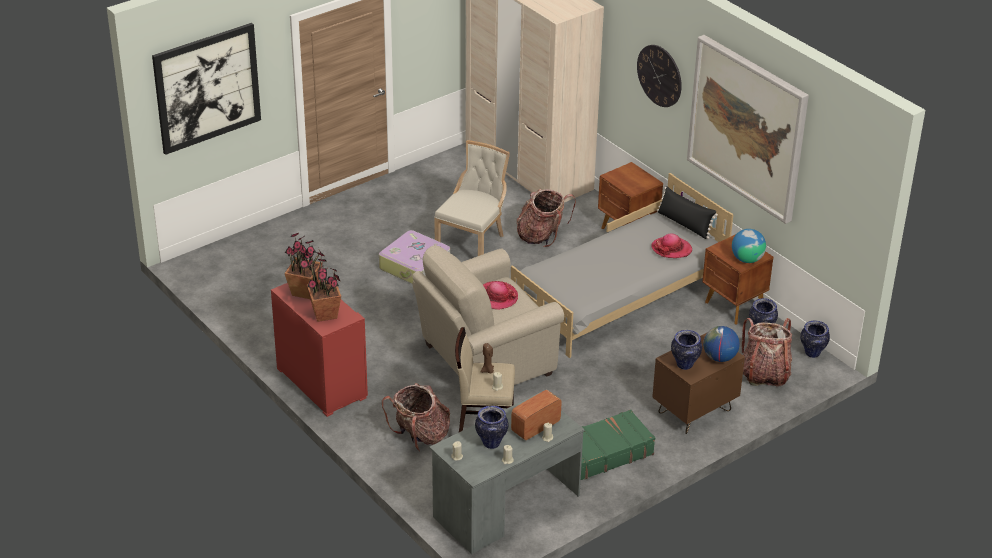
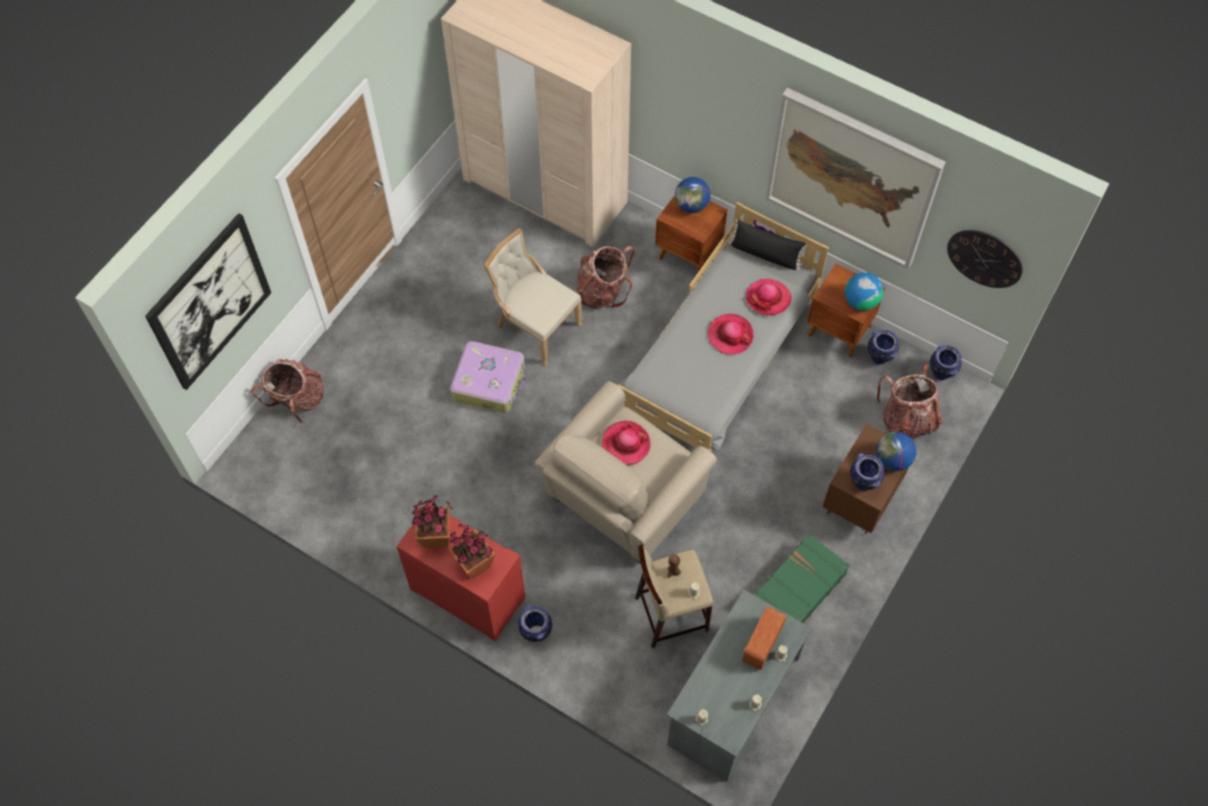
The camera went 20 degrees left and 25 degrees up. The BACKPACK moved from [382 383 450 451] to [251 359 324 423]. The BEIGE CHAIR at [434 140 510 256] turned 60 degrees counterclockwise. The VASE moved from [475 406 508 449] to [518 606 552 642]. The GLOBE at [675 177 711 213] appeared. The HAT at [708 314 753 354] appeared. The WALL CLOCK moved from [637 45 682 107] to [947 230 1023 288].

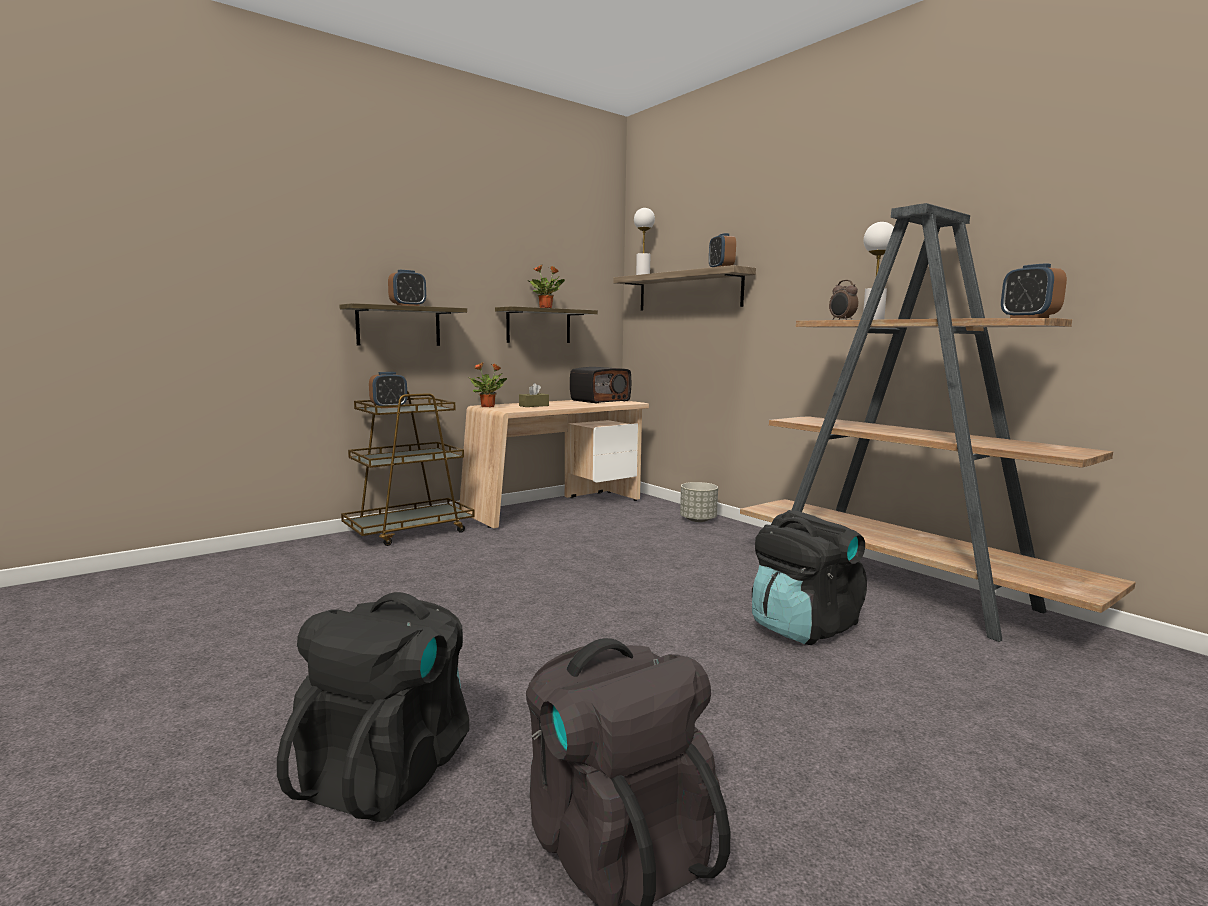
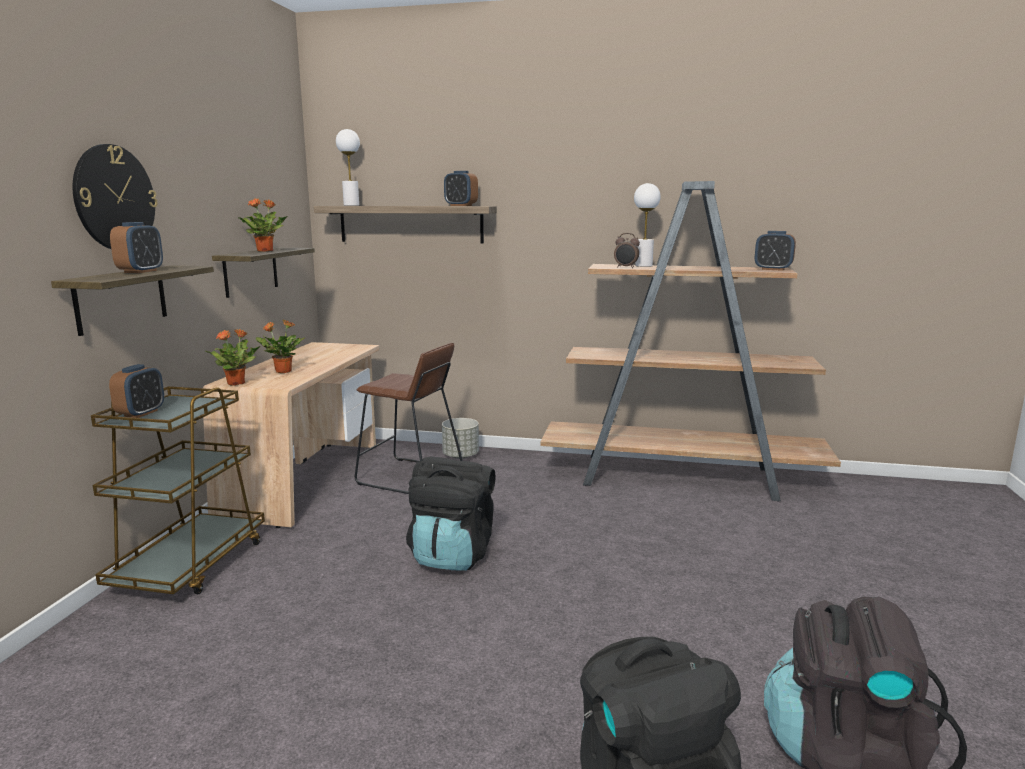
The camera went 40 degrees left and 5 degrees up. The WALL CLOCK at [73 144 157 249] appeared. The BROWN TISSUE BOX at [519 383 549 407] was replaced by the POTTED PLANT at [256 319 305 373]. The BROWN STOOL at [355 343 462 494] appeared. The BLACK BACKPACK moved from [752 510 867 645] to [406 456 495 571]. The RADIO at [570 367 631 403] disappeared.

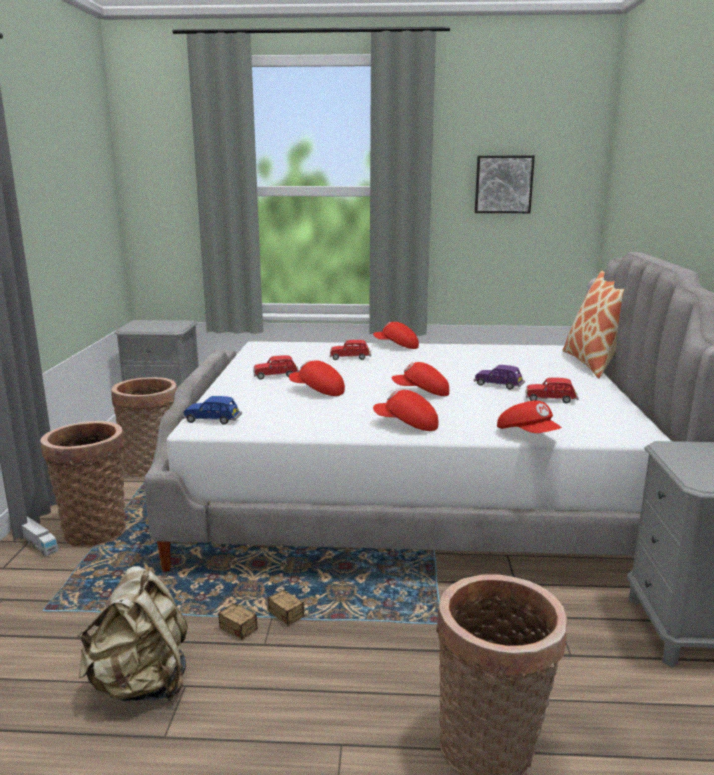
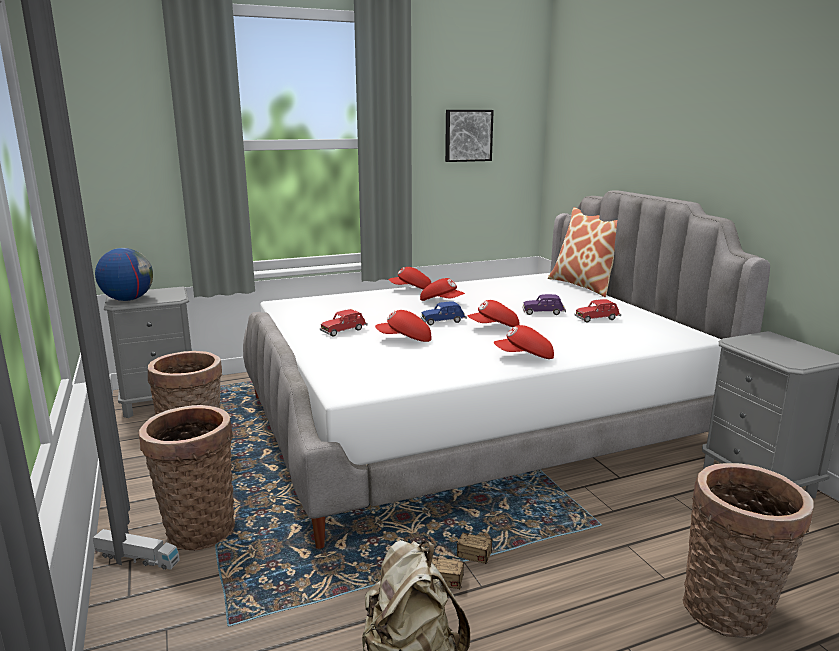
The camera went 25 degrees left and 0 degrees up. The GLOBE at [95 248 153 301] appeared. The RED CAP moved from [497 401 562 433] to [420 278 465 301]. The BLUE TOY CAR moved from [183 396 242 425] to [421 302 467 325]. The RED TOY CAR at [330 339 371 360] disappeared.

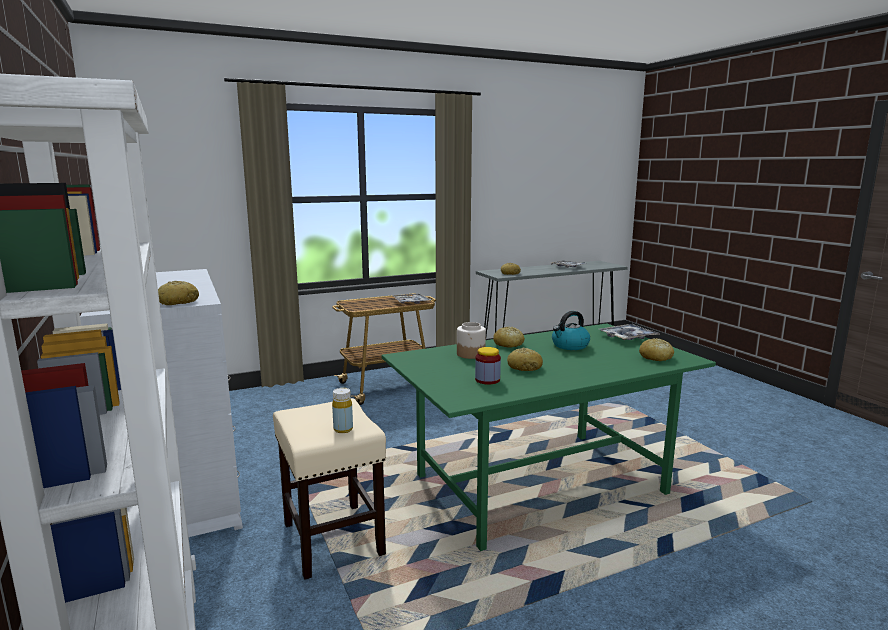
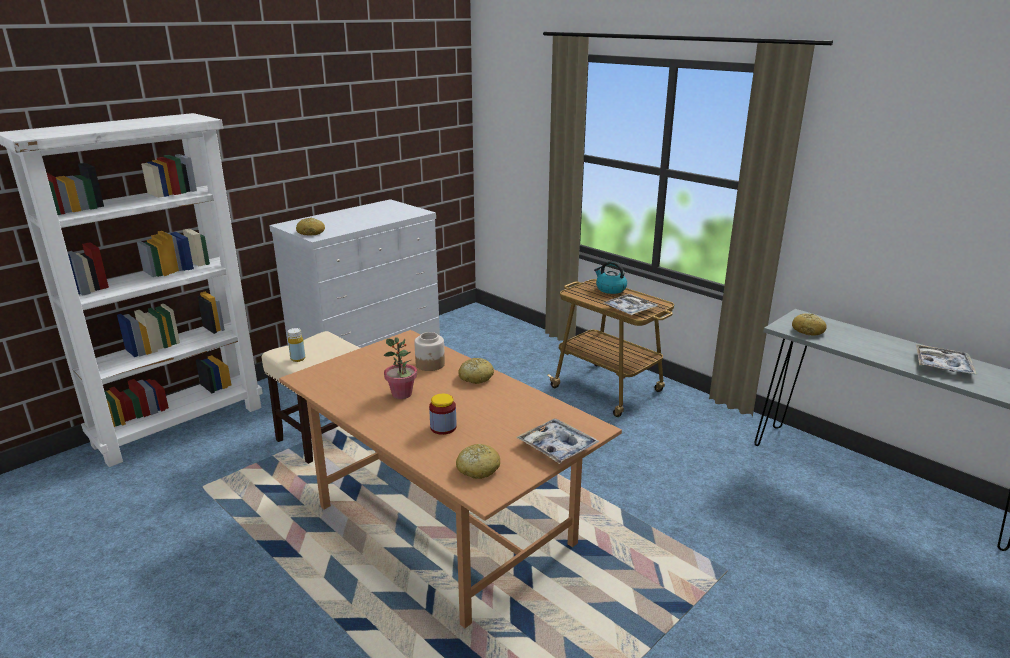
The camera went 70 degrees right and 10 degrees up. The GREEN DINING TABLE at [382 323 716 551] became the BROWN DINING TABLE at [279 330 622 628]. The BREAD at [507 347 543 371] was replaced by the POTTED PLANT at [384 337 417 399]. The JAR moved from [475 347 501 384] to [429 394 457 435]. The KETTLE moved from [552 311 590 350] to [594 261 627 294].

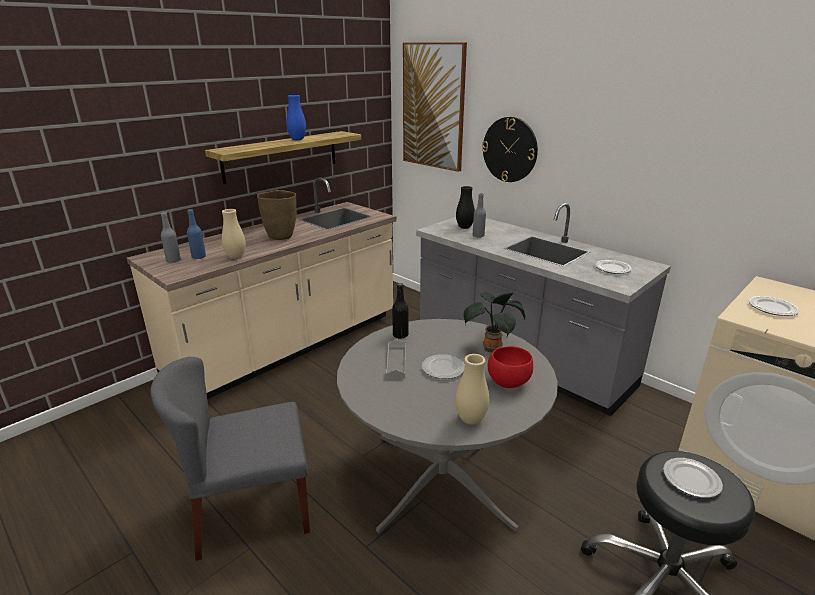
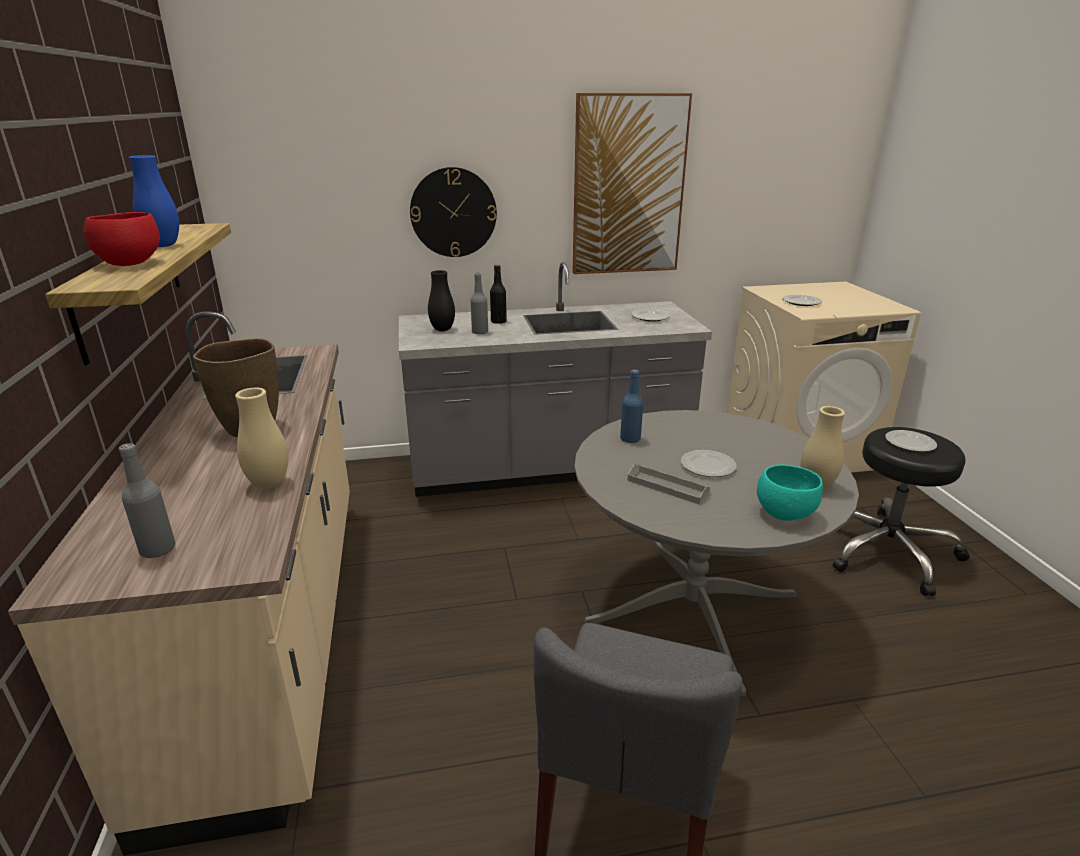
The camera went 55 degrees left and 0 degrees up. The RED BOWL moved from [488 346 533 388] to [84 212 160 266]. The BLACK BOTTLE moved from [392 283 408 339] to [490 265 507 324]. The PICTURE moved from [403 42 467 172] to [572 93 692 274]. The BLUE BOTTLE moved from [187 209 206 259] to [620 369 643 443]. The TURQUOISE BOWL at [757 465 823 521] appeared. The POTTED PLANT at [464 292 526 353] disappeared.

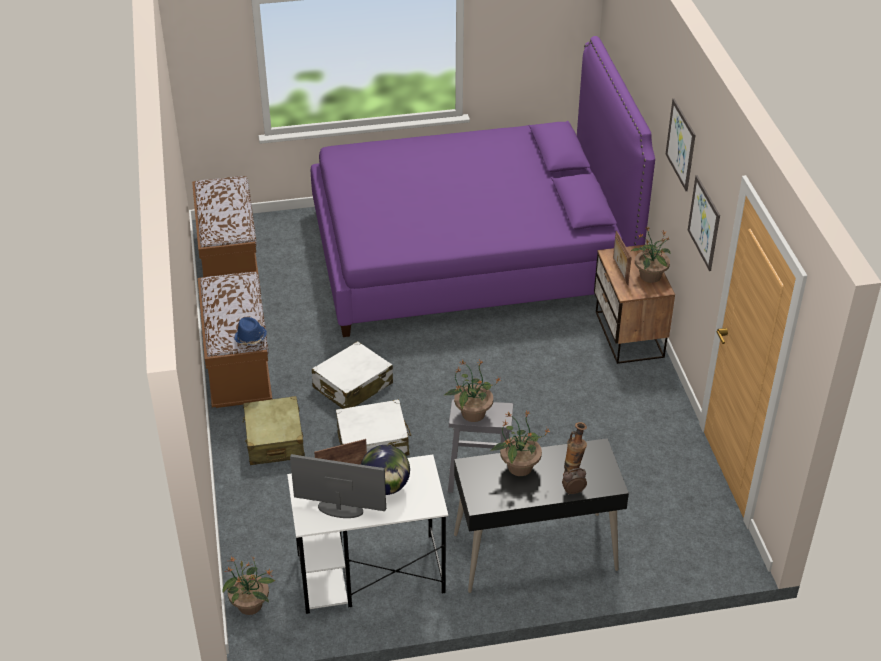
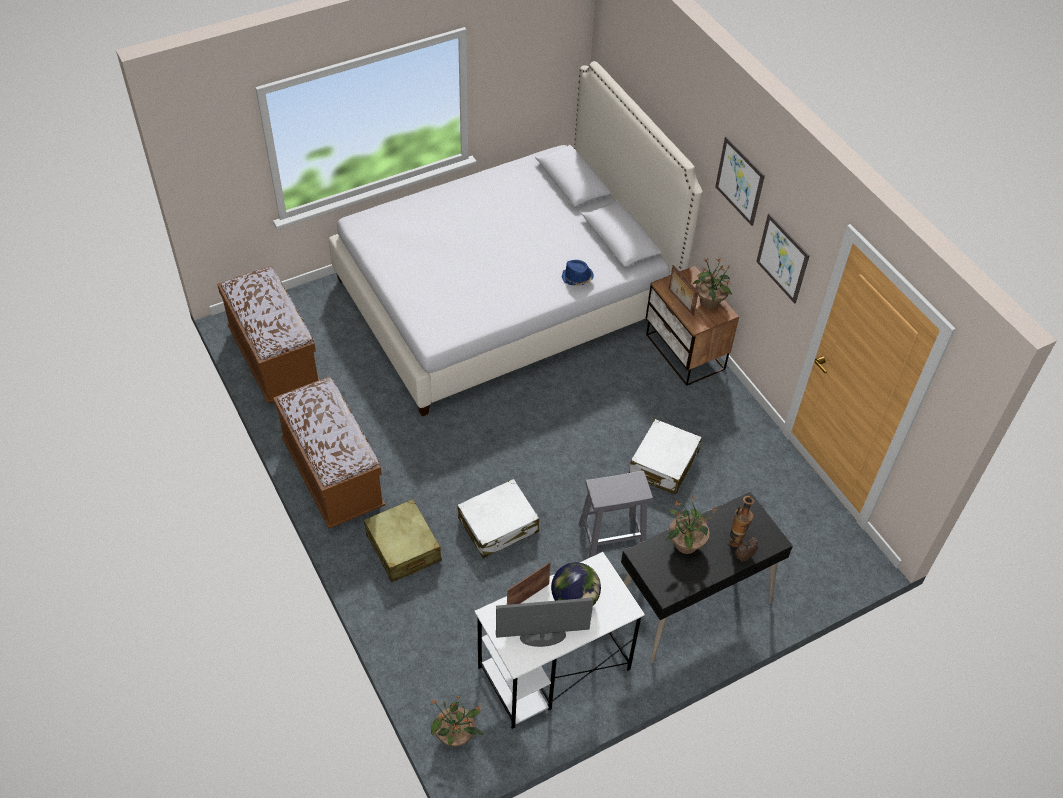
The camera went 20 degrees left and 10 degrees up. The PURPLE BED at [311 36 655 337] became the WHITE BED at [329 61 703 416]. The BLUE HAT moved from [234 317 267 345] to [562 260 594 286]. The WHITE SUITCASE moved from [312 341 393 409] to [629 419 702 495]. The POTTED PLANT at [445 359 501 422] disappeared.

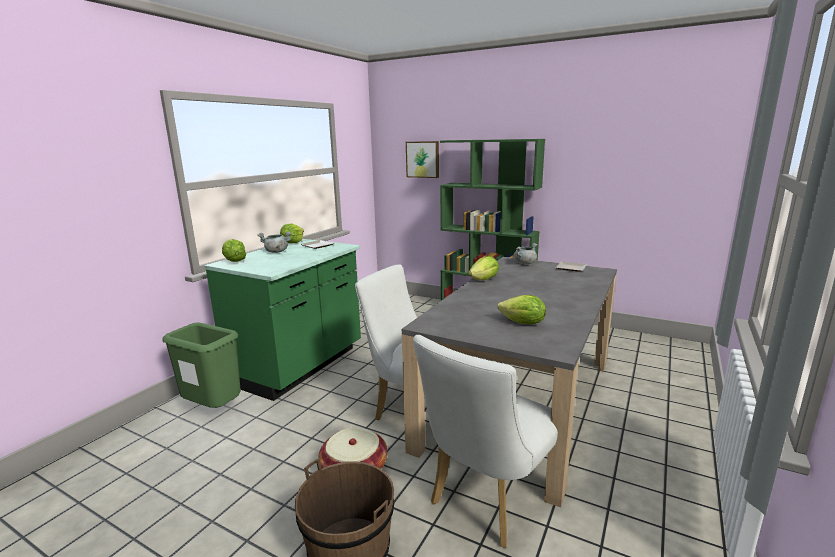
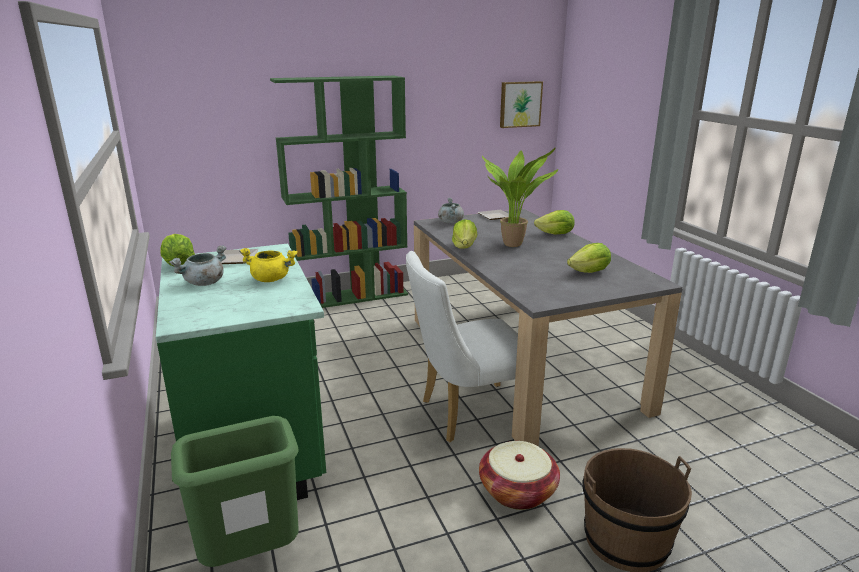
The camera went 50 degrees left and 5 degrees up. The YELLOW COOKING POT at [239 248 298 282] appeared. The POTTED PLANT at [482 147 558 247] appeared. The PICTURE moved from [406 141 439 178] to [500 81 543 128]. The LETTUCE moved from [222 239 246 262] to [534 210 575 234]. The WHITE CHAIR at [413 335 558 548] disappeared.

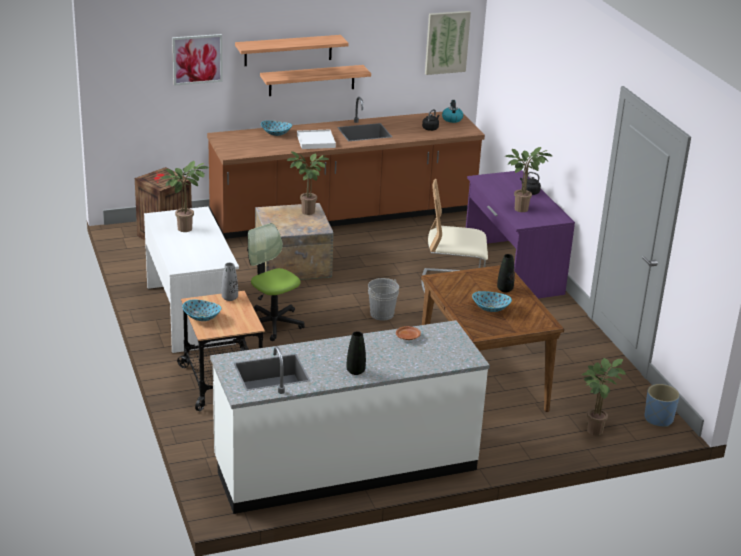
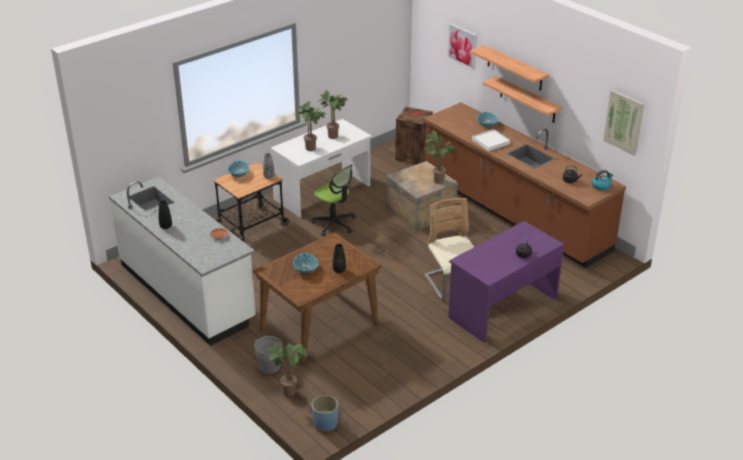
The camera went 70 degrees right and 5 degrees up. The GREY BUCKET moved from [368 278 399 321] to [254 336 283 374]. The POTTED PLANT moved from [505 147 552 212] to [298 101 326 151]. The OFFICE CHAIR at [247 223 305 341] turned 105 degrees clockwise.

